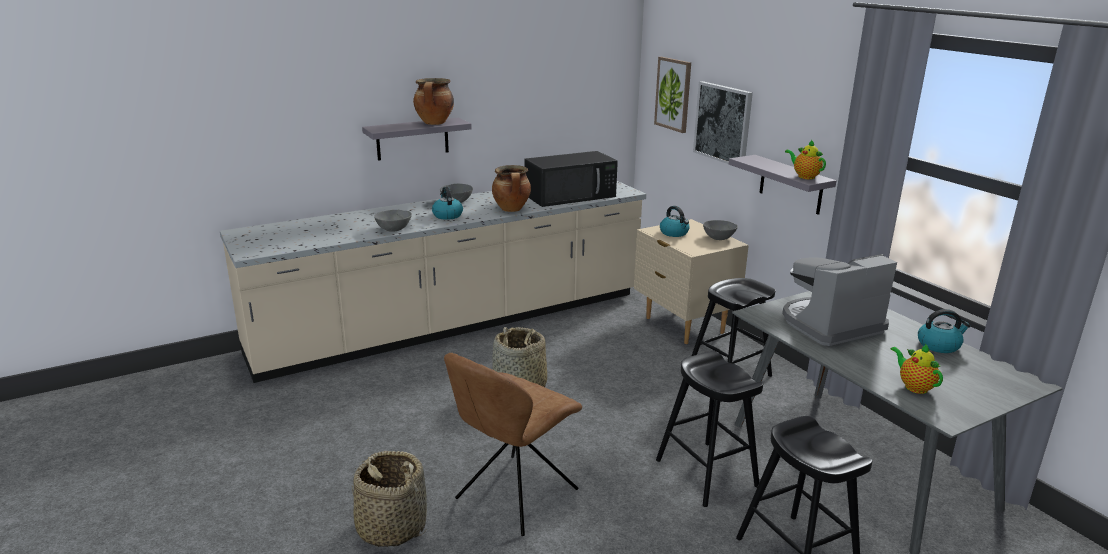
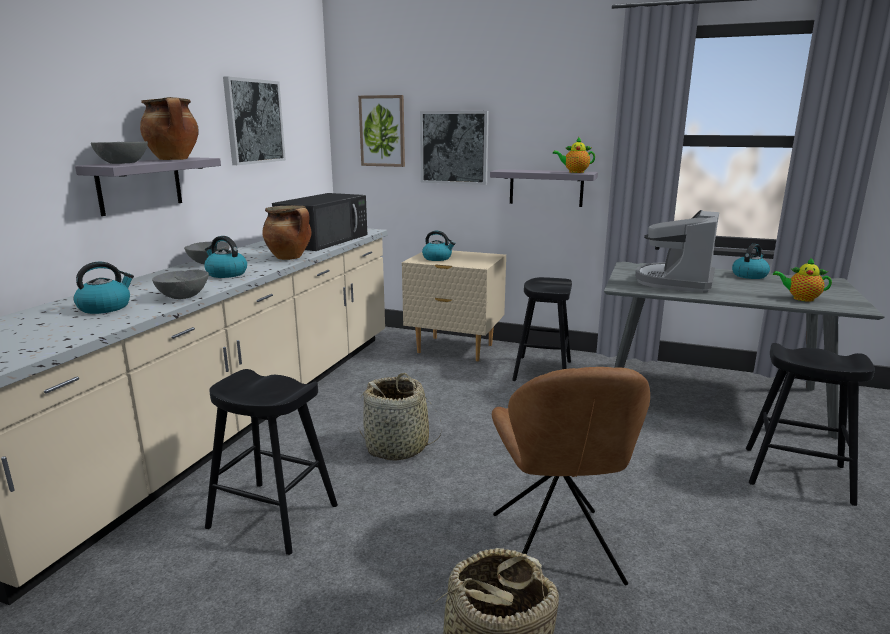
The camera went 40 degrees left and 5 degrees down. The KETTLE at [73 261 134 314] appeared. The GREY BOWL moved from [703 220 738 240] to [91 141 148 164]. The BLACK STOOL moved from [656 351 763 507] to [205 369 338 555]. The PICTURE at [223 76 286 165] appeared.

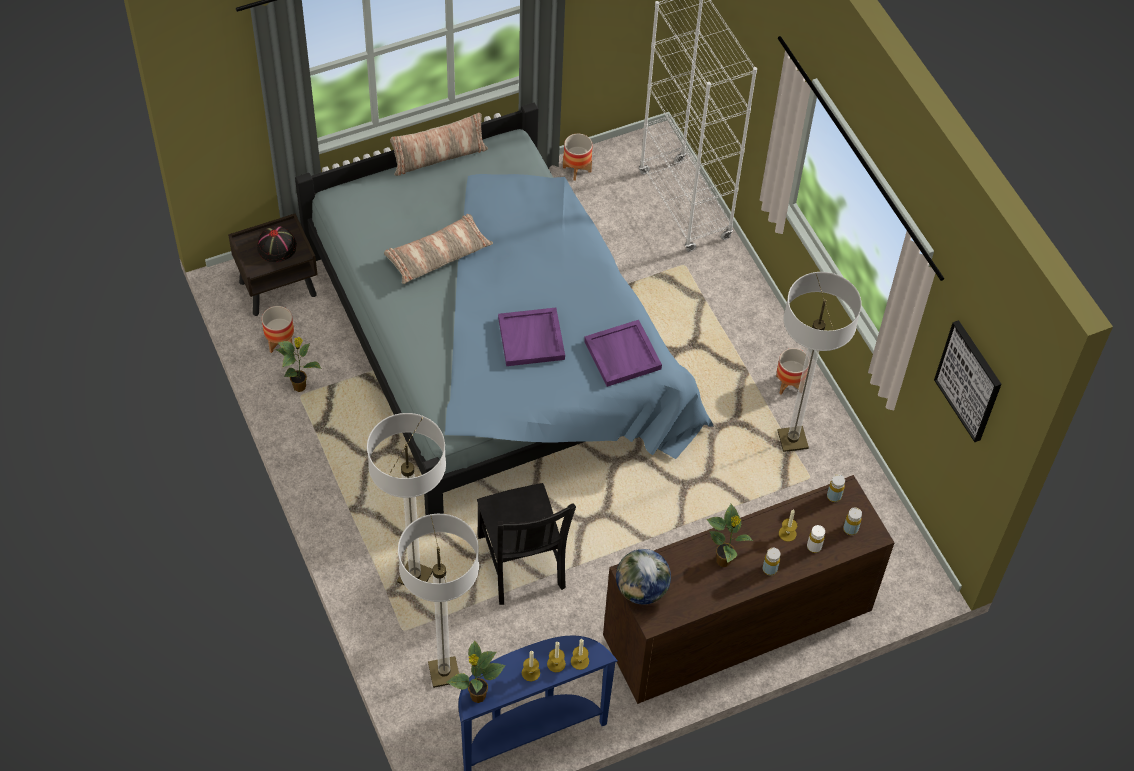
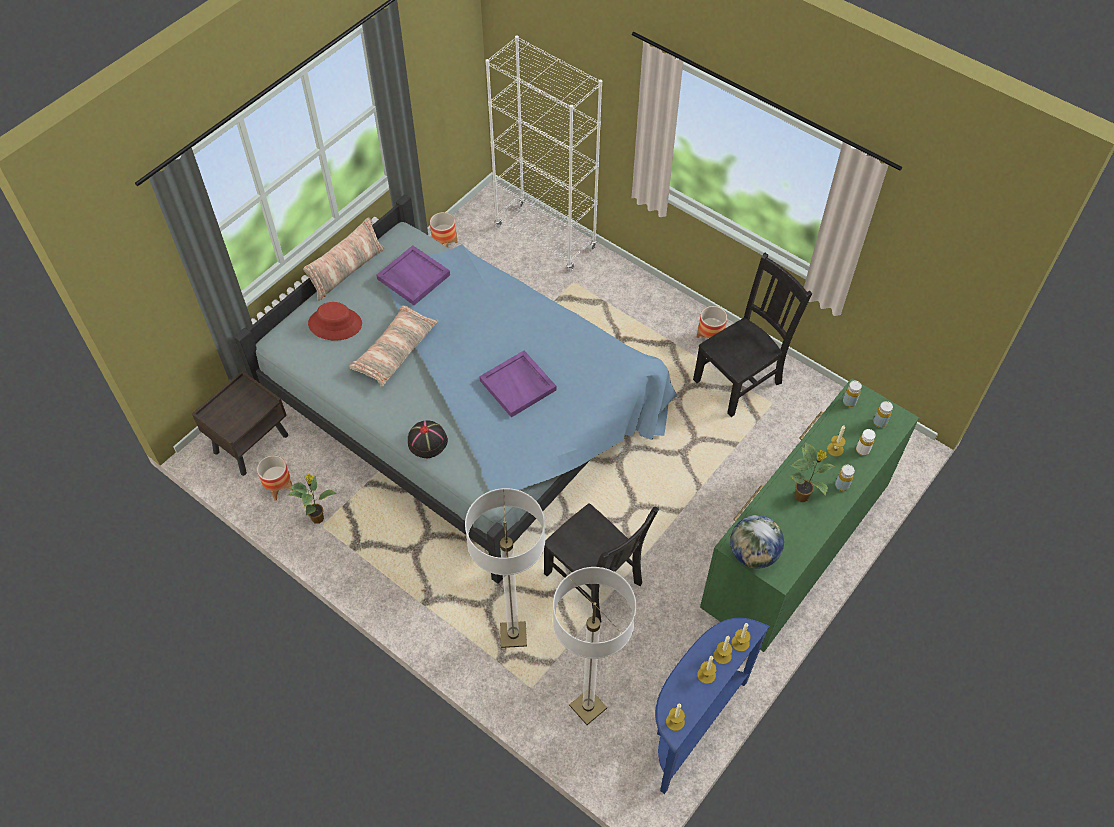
The camera went 25 degrees left and 0 degrees up. The RED HAT at [308 302 362 340] appeared. The PURPLE TRAY moved from [584 320 662 387] to [377 245 450 305]. The BLACK HAT moved from [257 226 297 262] to [408 420 448 458]. The POTTED PLANT at [446 640 506 703] was replaced by the CANDLE at [666 703 685 731]. The FLOOR LAMP at [777 272 862 452] was replaced by the BLACK CHAIR at [693 253 812 417]. The BROWN DRESSER at [603 475 895 704] became the GREEN DRESSER at [700 378 919 652]. The PICTURE at [934 320 1001 442] disappeared.

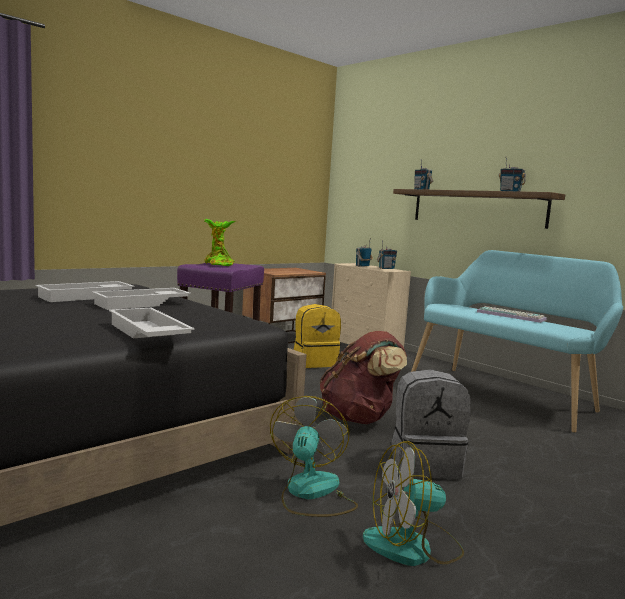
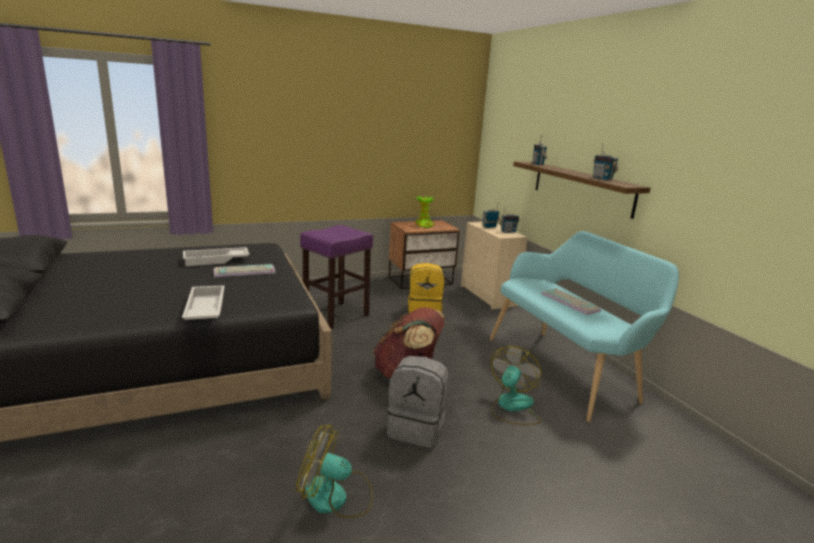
The camera went 20 degrees right and 10 degrees up. The WHITE TRAY at [92 288 191 310] was replaced by the KEYBOARD at [214 264 276 277]. The POTTED PLANT moved from [204 219 236 266] to [415 196 435 228]. The FAN moved from [270 396 358 517] to [491 346 542 425].

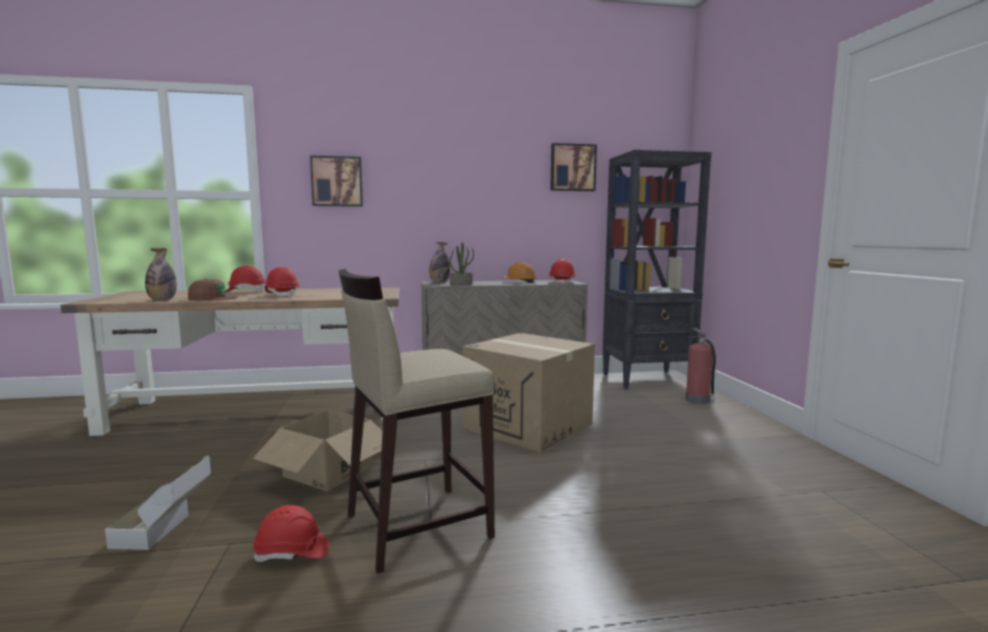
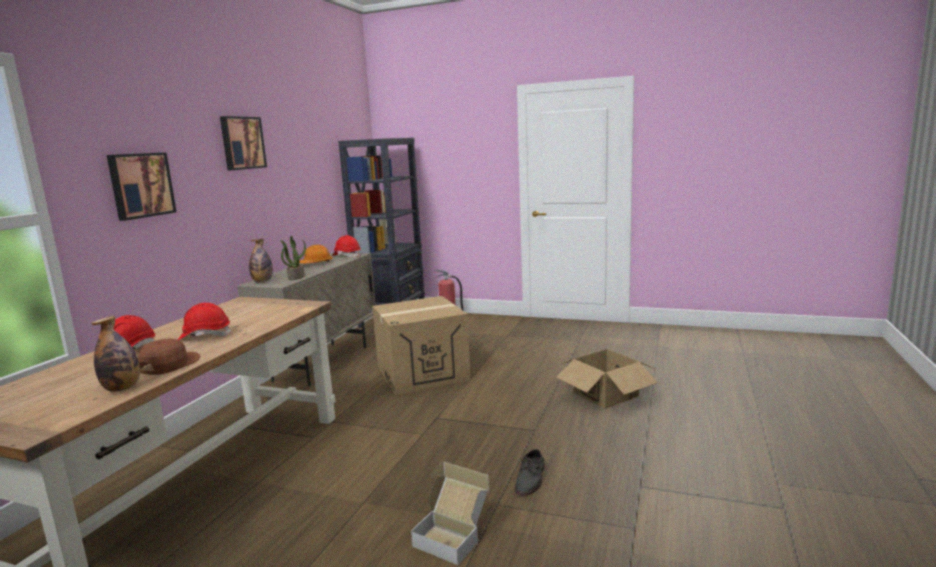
The camera went 60 degrees left and 5 degrees up. The PICTURE moved from [550 143 597 191] to [220 116 267 170]. The RED HARD HAT at [253 505 330 562] was replaced by the GREY SHOE at [515 449 545 496]. The CARDBOARD BOX moved from [253 410 383 491] to [556 349 658 408]. The BEIGE STOOL at [339 269 495 574] disappeared.

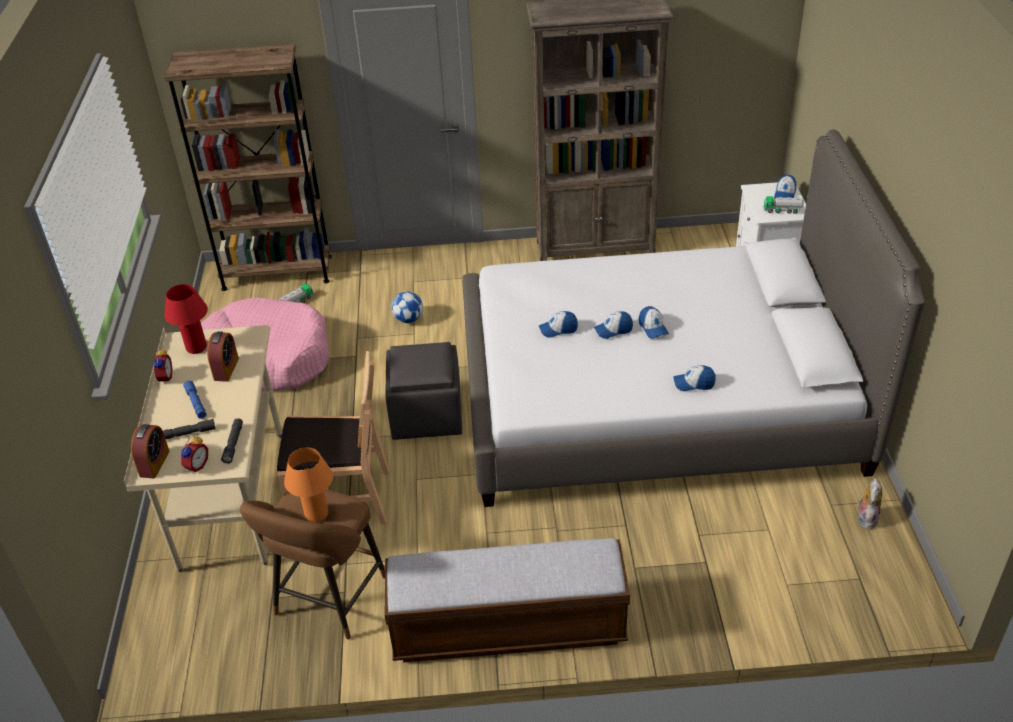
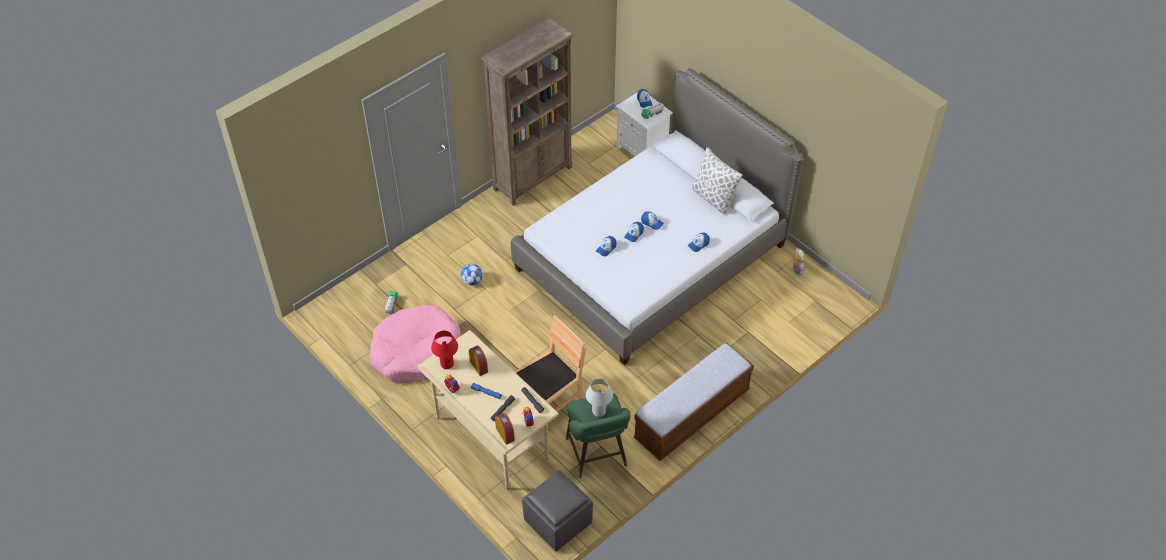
The camera went 40 degrees left and 10 degrees up. The GREY OTTOMAN moved from [385 342 462 440] to [522 470 593 551]. The BROWN STOOL at [240 489 385 639] became the GREEN STOOL at [566 393 631 478]. The ORANGE TABLE LAMP at [284 448 333 523] became the WHITE TABLE LAMP at [586 379 613 417]. The PILLOW at [691 147 743 214] appeared. The BROWN BOOKCASE at [165 44 332 291] disappeared.

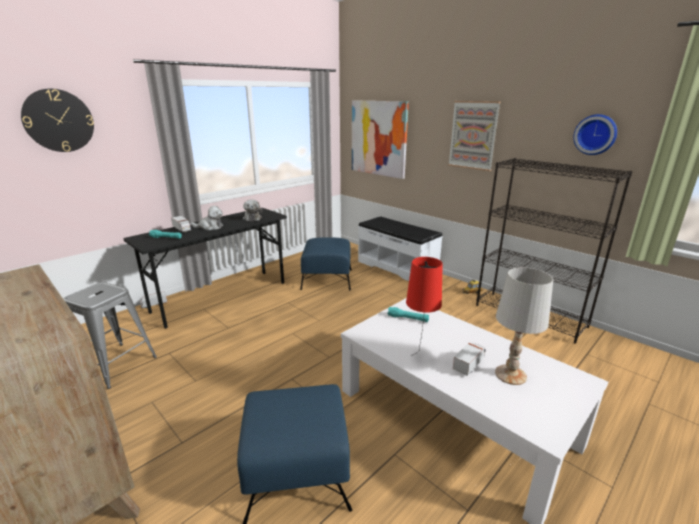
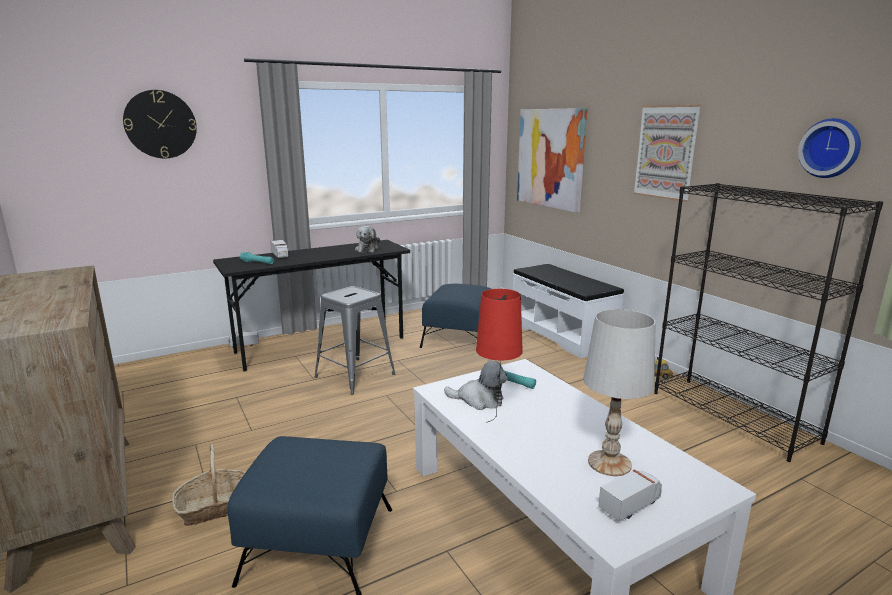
The camera went 15 degrees right and 5 degrees down. The BASKET at [172 444 246 526] appeared. The GREY STOOL moved from [63 282 157 389] to [315 286 396 395]. The PLUSH TOY moved from [191 206 223 230] to [444 361 508 410]. The TOY TRUCK moved from [453 343 486 376] to [598 469 662 522].

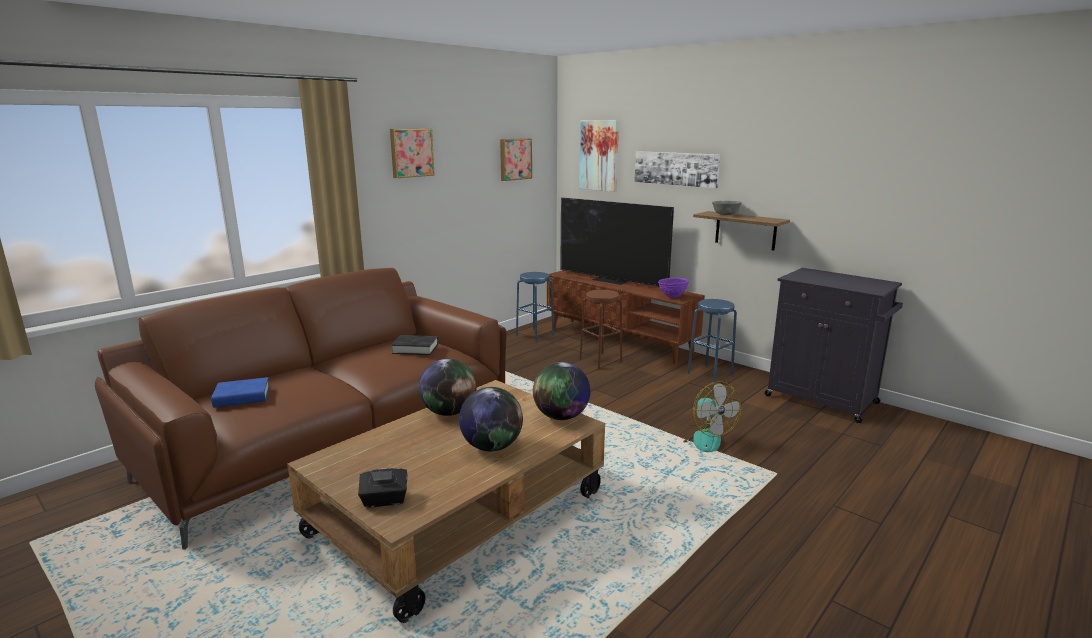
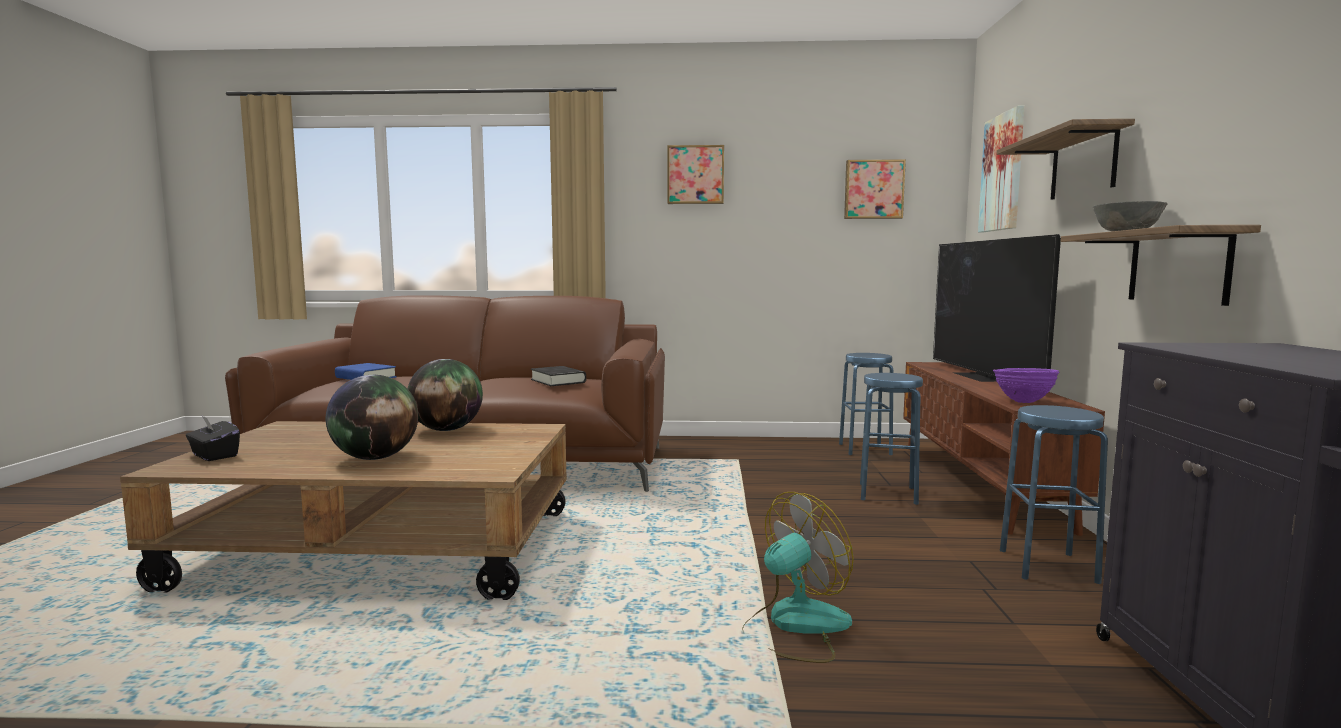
The camera went 50 degrees right and 10 degrees down. The FAN at [670 381 741 452] turned 150 degrees counterclockwise. The BROWN STOOL at [579 290 622 369] became the BLUE STOOL at [860 373 923 505]. The PICTURE at [634 151 720 188] was replaced by the SHELF at [997 119 1135 200]. The GLOBE at [533 362 591 420] disappeared.

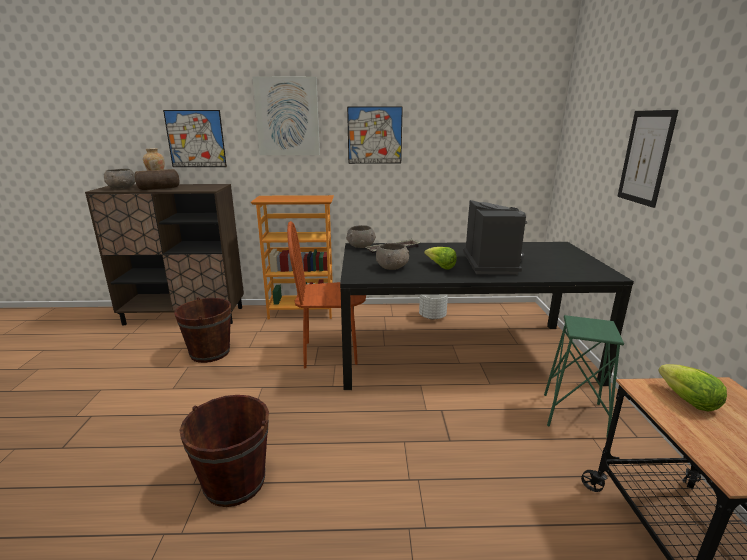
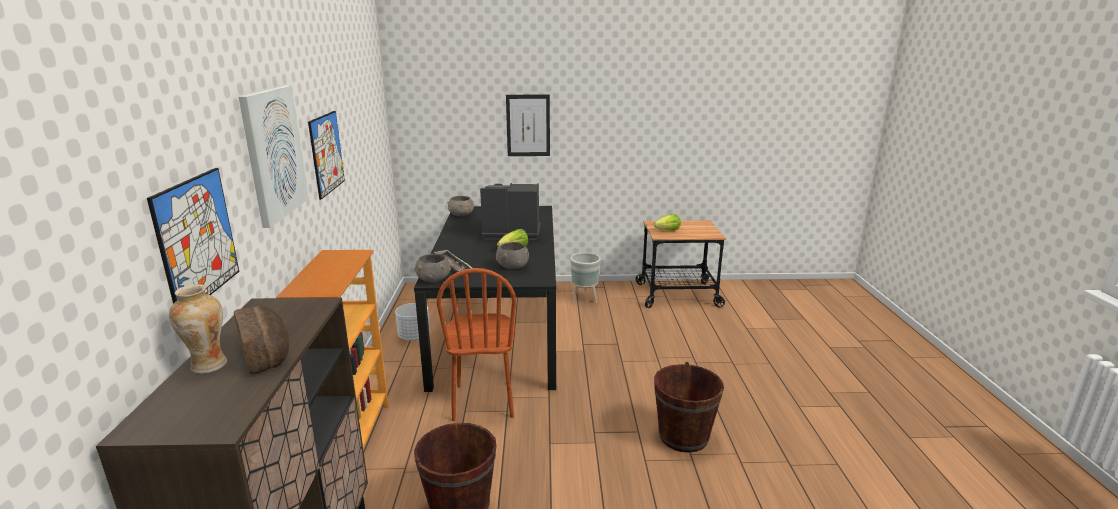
The camera went 90 degrees left and 0 degrees up. The GREY BOWL moved from [104 169 135 189] to [447 196 474 216]. The GREEN STOOL at [544 315 624 436] was replaced by the GREY PLANTER at [570 253 601 303].

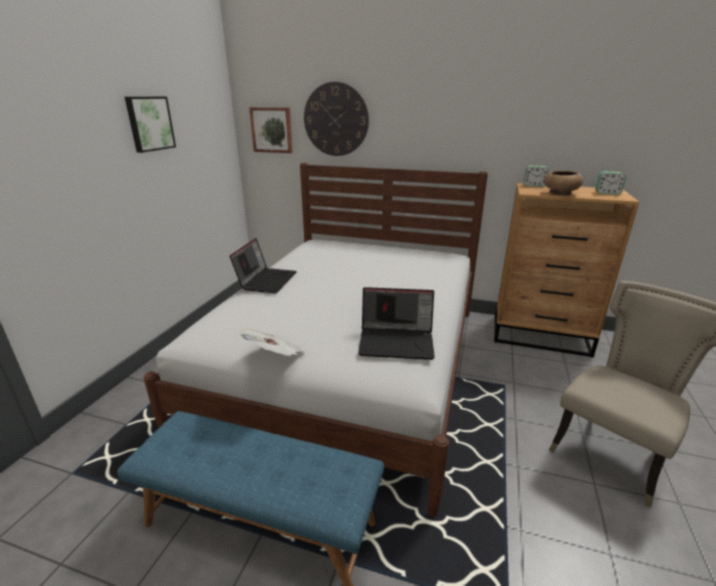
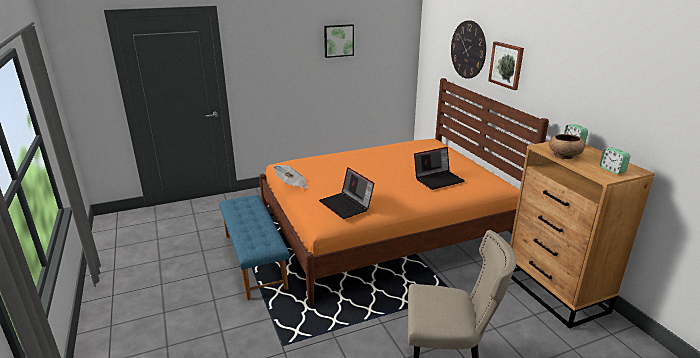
The camera went 50 degrees right and 0 degrees up. The WHITE BED at [144 163 488 518] became the ORANGE BED at [259 78 549 306]. The LAPTOP moved from [229 238 297 294] to [414 147 465 190]. The PICTURE moved from [249 107 293 153] to [488 41 524 90].

